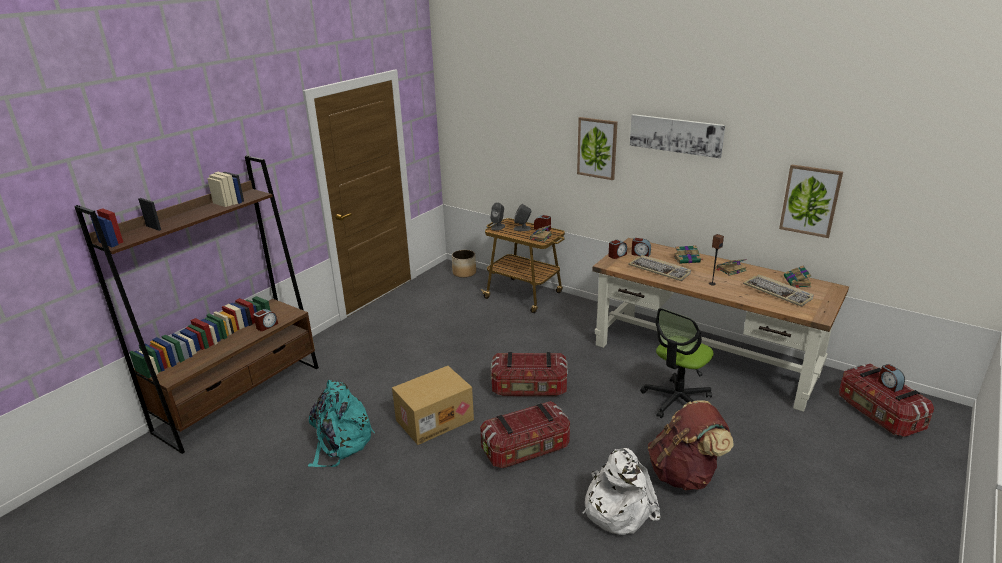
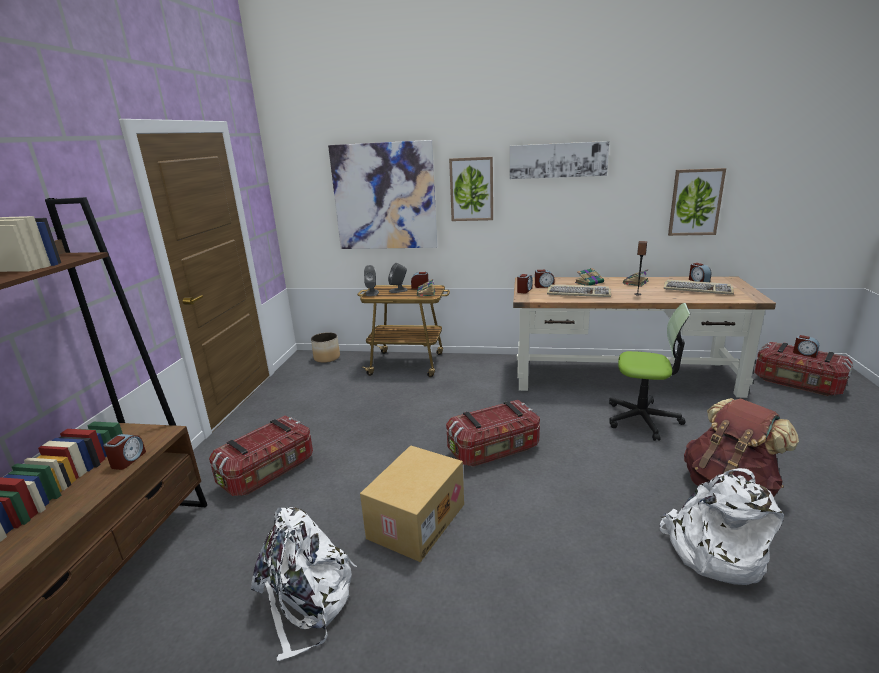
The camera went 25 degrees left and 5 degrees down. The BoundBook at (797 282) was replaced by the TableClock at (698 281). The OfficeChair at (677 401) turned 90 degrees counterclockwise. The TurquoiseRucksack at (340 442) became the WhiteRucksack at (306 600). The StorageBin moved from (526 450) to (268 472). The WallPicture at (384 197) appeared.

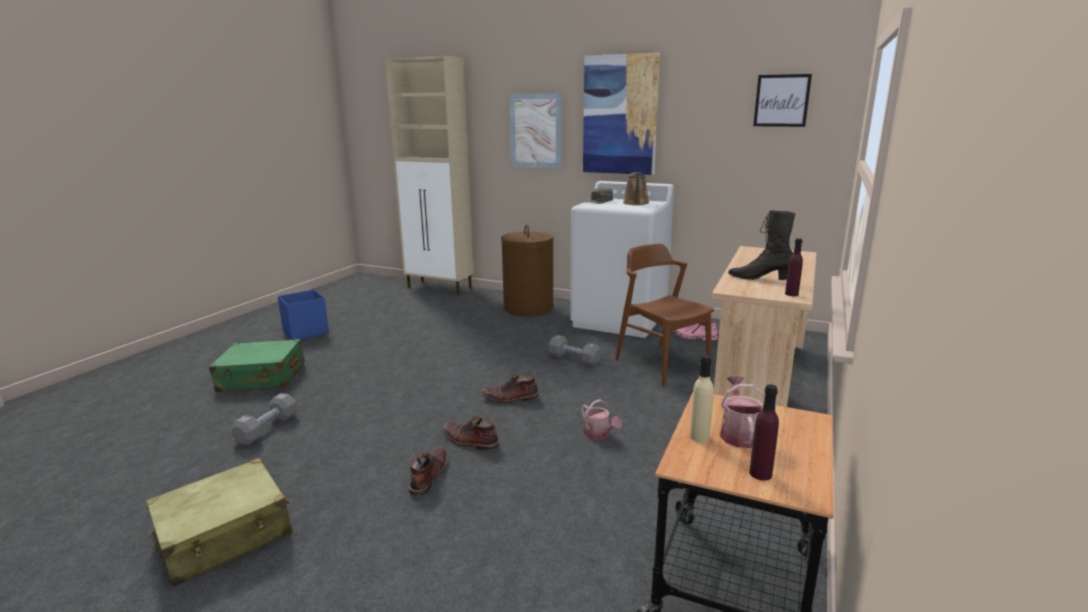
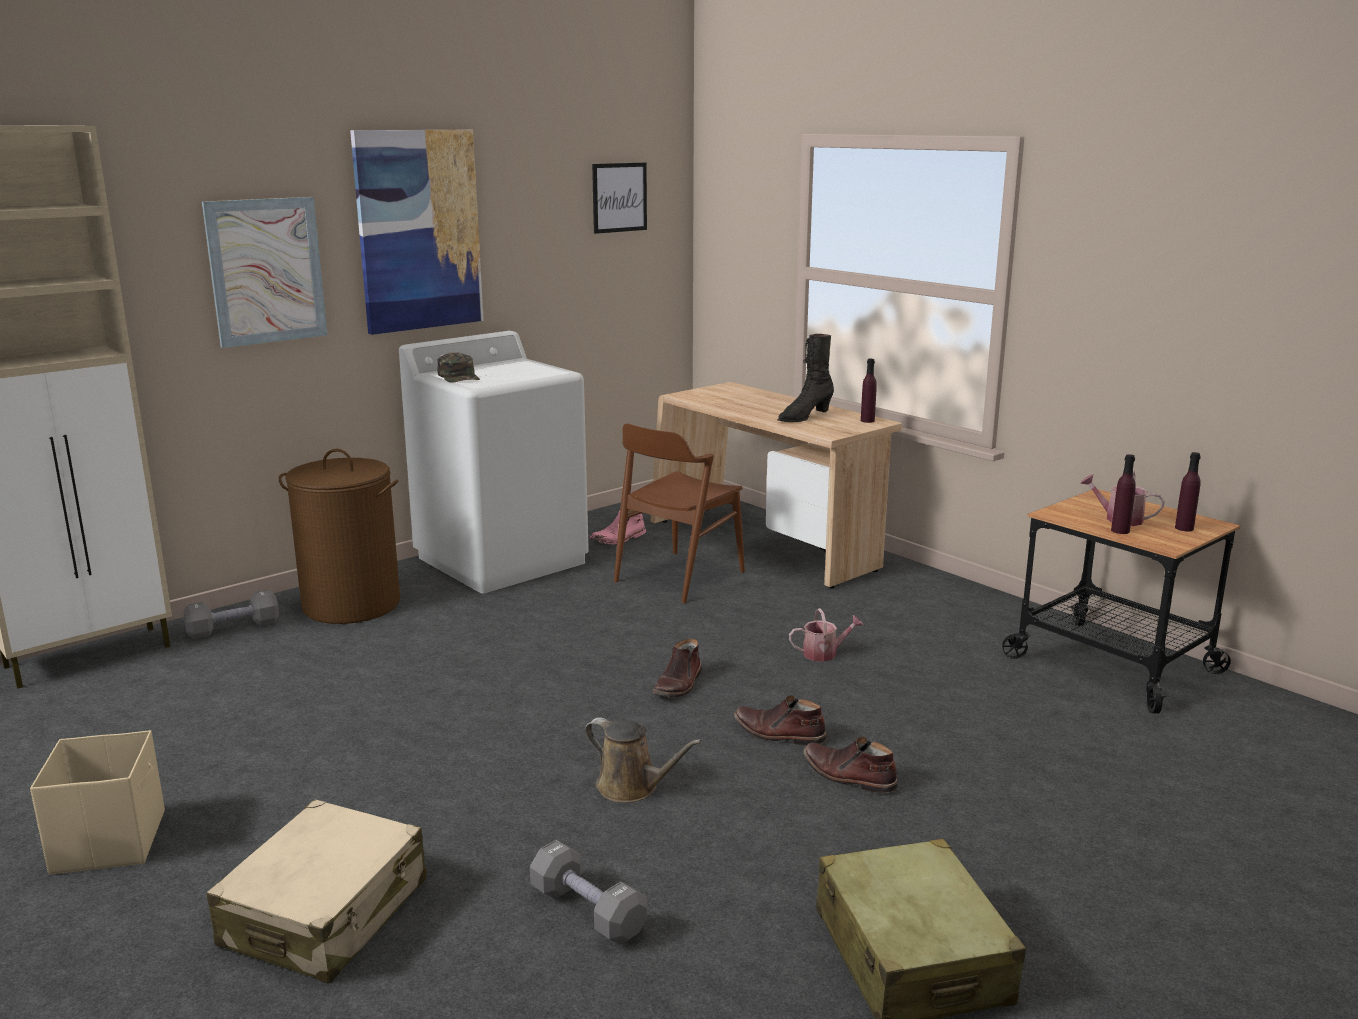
The camera went 65 degrees left and 0 degrees up. The BrownishWateringPot moved from (636 203) to (632 787). The BrownishChair at (661 364) turned 45 degrees counterclockwise. The BluishStorageBin at (306 332) became the SandColouredStorageBin at (110 841). The GreyDumbbell moved from (574 359) to (233 628). The GreenishPieceOfLuggage at (262 378) became the SandColouredPieceOfLuggage at (326 914). The SandColouredBottle at (699 436) became the PurplishBottle at (1120 531). The BrownishHighTopBoot at (470 441) turned 60 degrees clockwise.

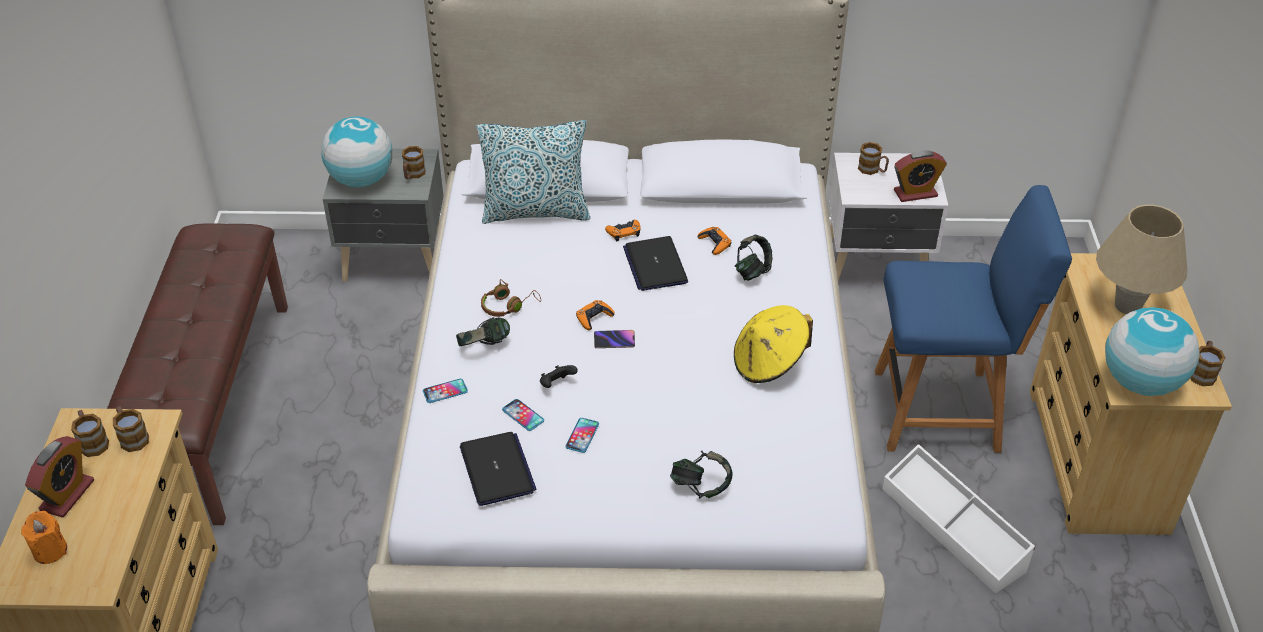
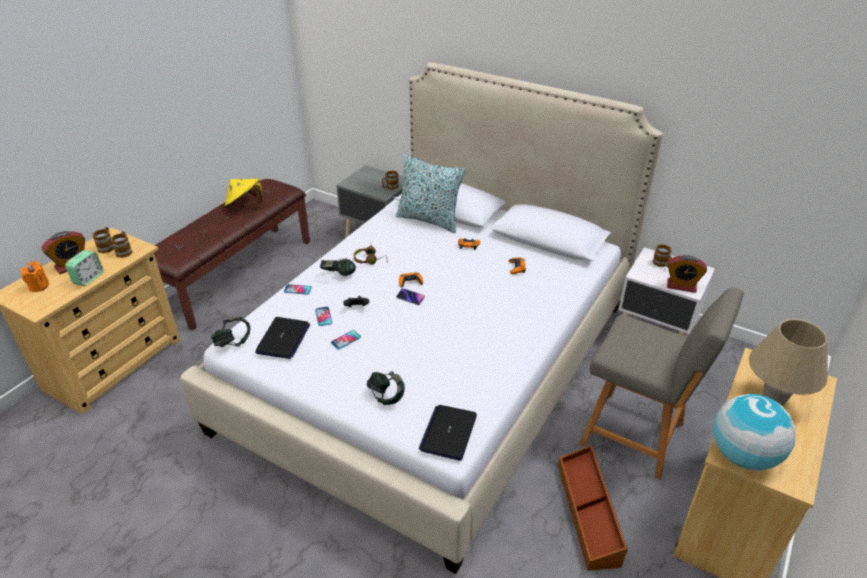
The camera went 30 degrees right and 5 degrees down. The Globe at (361 180) disappeared. The BluishChair at (942 410) became the GreyChair at (636 435). The PairOfHeadphones moved from (752 271) to (233 342). The PortableComputer moved from (655 265) to (448 432). The YellowColouredClothingHat moved from (769 363) to (244 205). The CoffeeMug at (1202 372) disappeared. The WhiteStorageBin at (954 528) became the BrownishStorageBin at (589 513). The TableClock at (88 278) appeared.

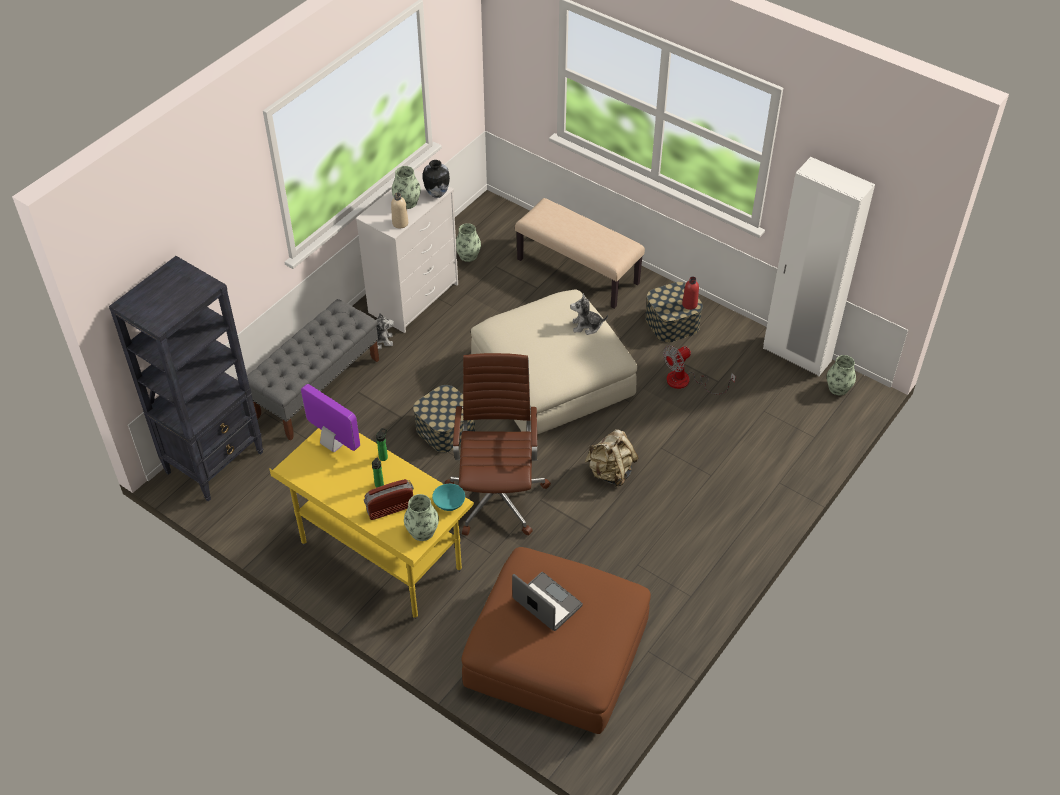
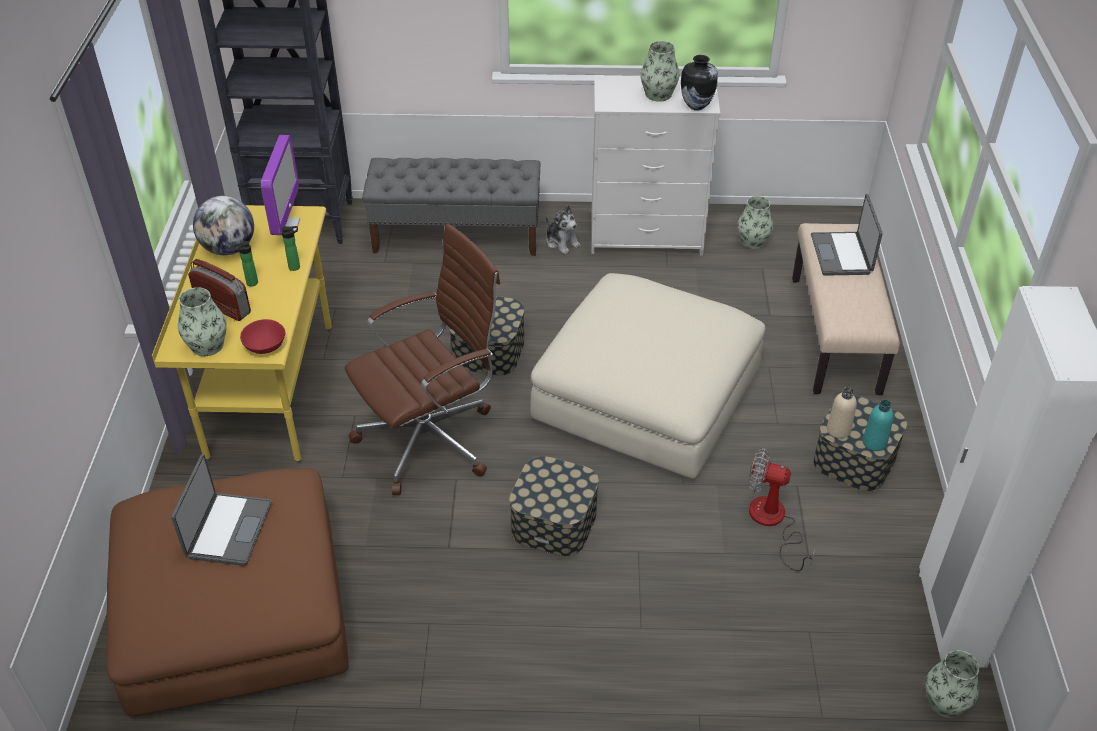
The camera went 55 degrees right and 5 degrees down. The SandColouredBottle moved from (400 223) to (838 430). The RedColouredBottle at (689 304) became the TurquoiseBottle at (874 442). The SoftToy at (586 326) disappeared. The SandColouredRucksack at (610 472) was replaced by the StorageBin at (554 522). The TurquoiseBowl at (449 503) became the RedColouredBowl at (264 346). The PortableComputer at (842 255) appeared. The Globe at (229 249) appeared.

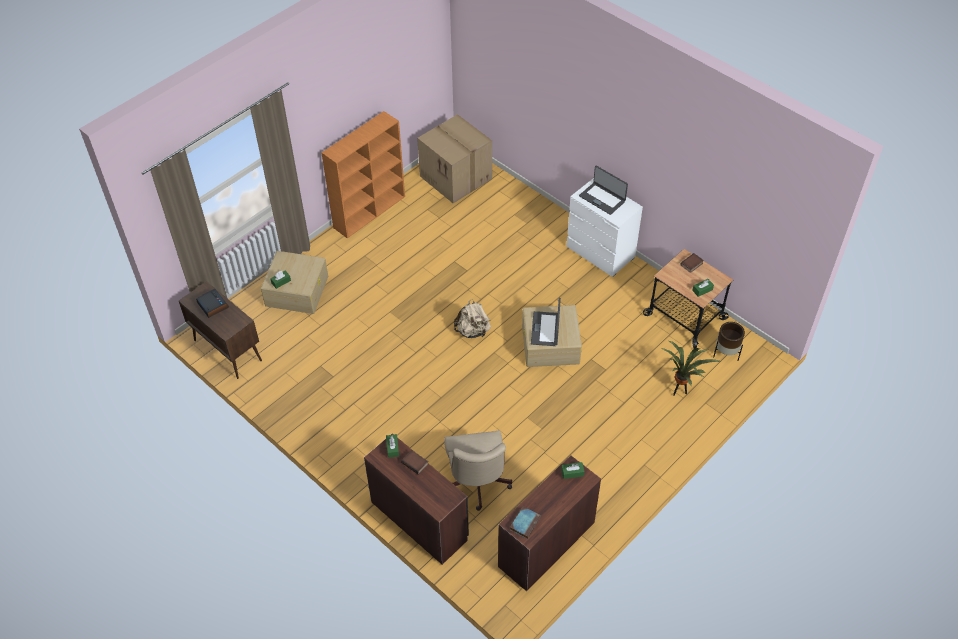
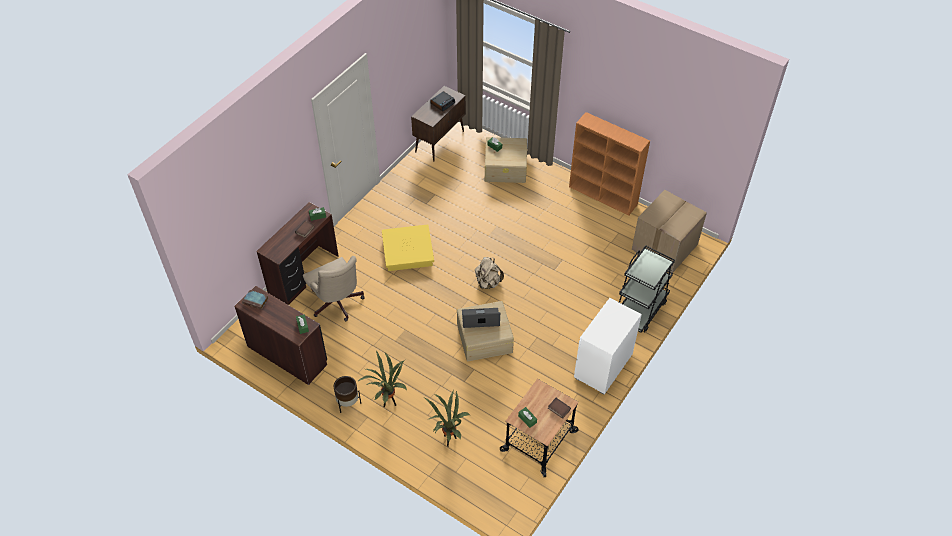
The camera went 80 degrees right and 0 degrees up. The PortableComputer at (602 198) disappeared. The BrownishPlantPot moved from (726 353) to (348 403). The SandColouredOfficeChair at (477 484) turned 105 degrees counterclockwise. The YellowColouredStorageBin at (408 251) appeared. The BlackishWheeledCart at (640 309) appeared. The PottedPlant at (388 403) appeared.

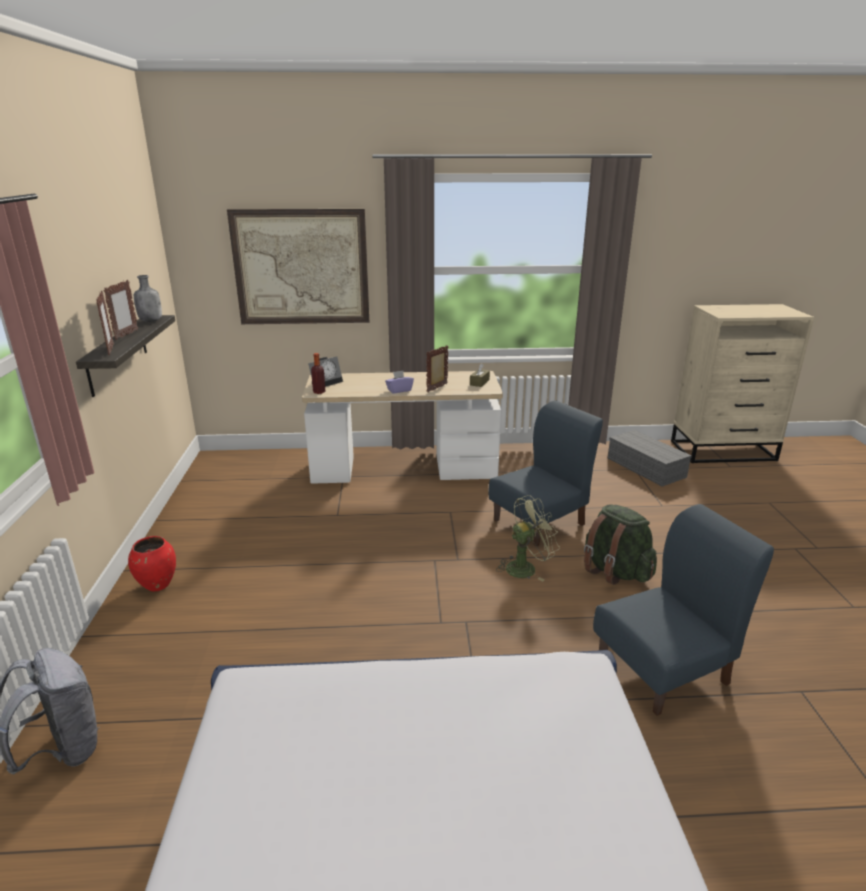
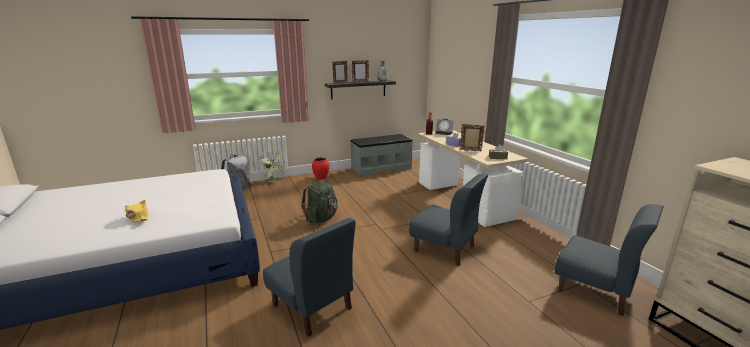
The camera went 70 degrees right and 5 degrees down. The WallPicture at (301 267) disappeared. The GreyStorageBin at (647 468) was replaced by the BluishChair at (595 290). The GreenishCoolingFan moved from (526 567) to (274 182). The GreenishRucksack moved from (615 571) to (321 219). The GreyBench at (381 168) appeared. The YellowColouredClothingHat at (138 216) appeared.

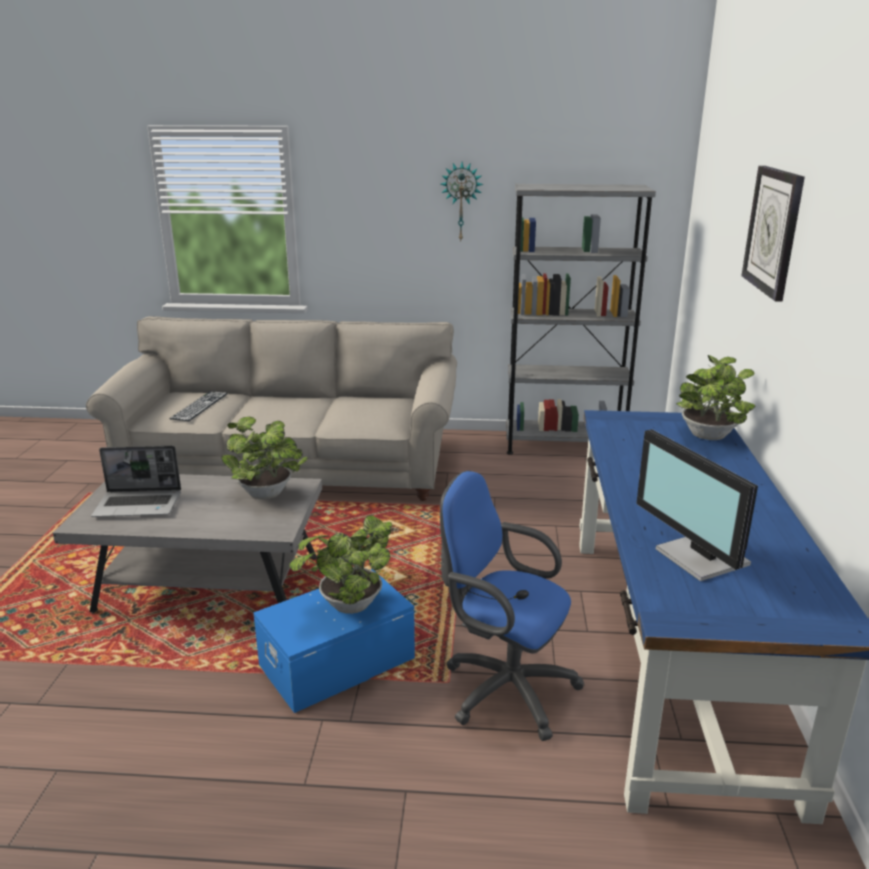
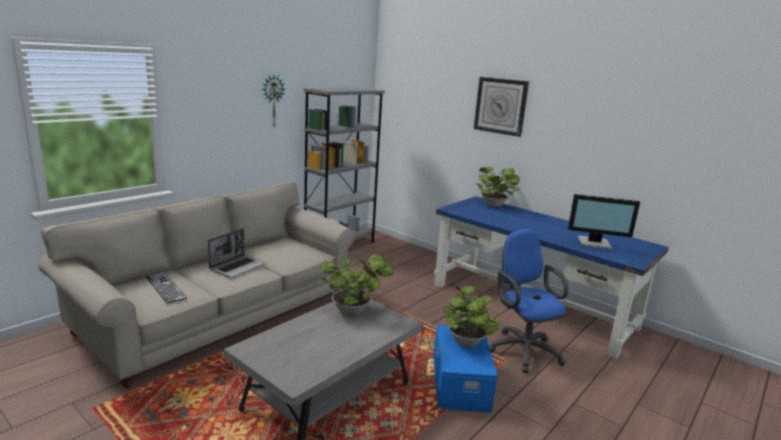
The camera went 55 degrees left and 5 degrees down. The PortableComputer moved from (139 505) to (237 267). The BluishOfficeChair at (503 688) turned 90 degrees clockwise.

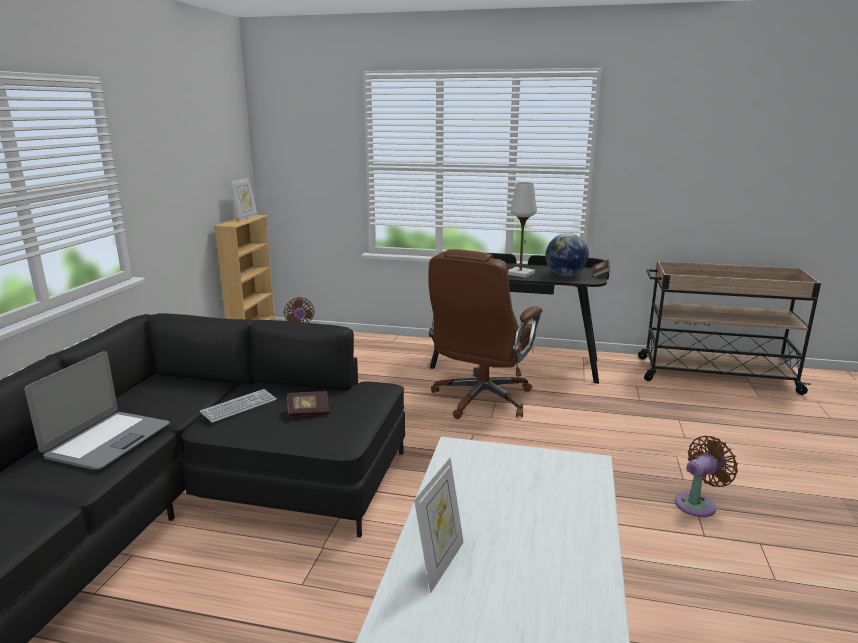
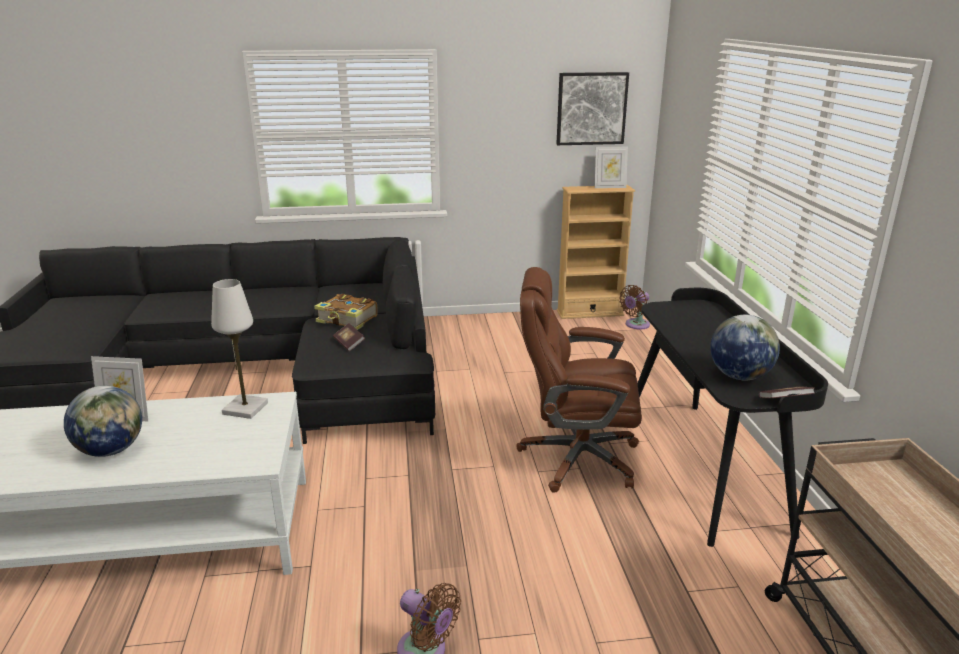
The camera went 70 degrees right and 5 degrees up. The WhiteTableLamp moved from (520 273) to (245 408). The PortableComputer at (108 441) disappeared. The ComputerKeyboard at (239 407) was replaced by the BoundBook at (347 320). The WallPicture at (591 108) appeared. The Globe at (111 450) appeared.

